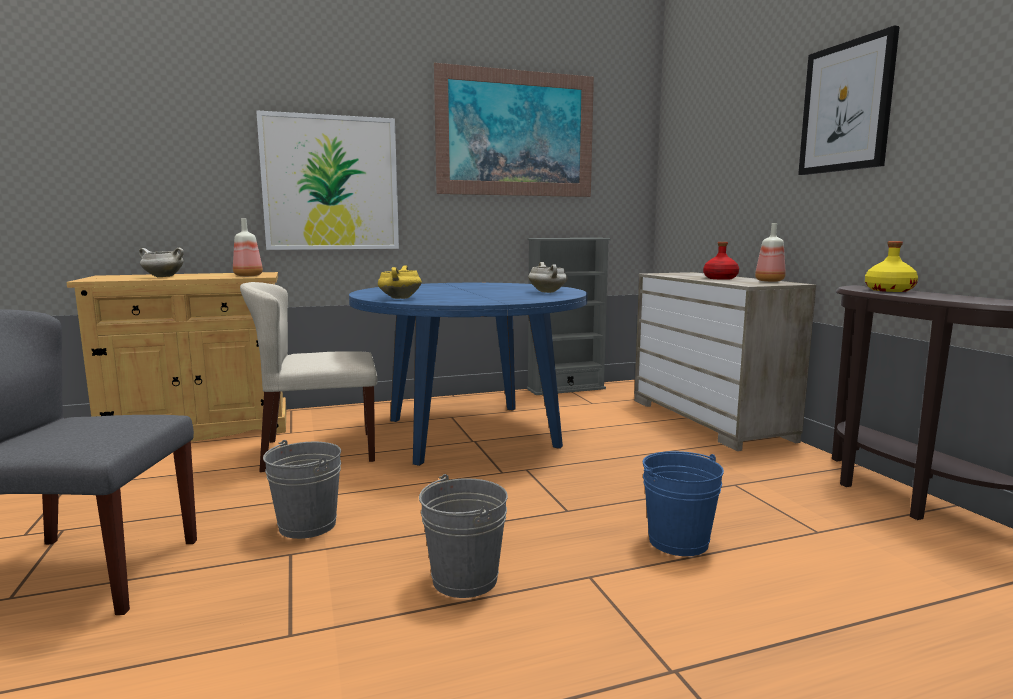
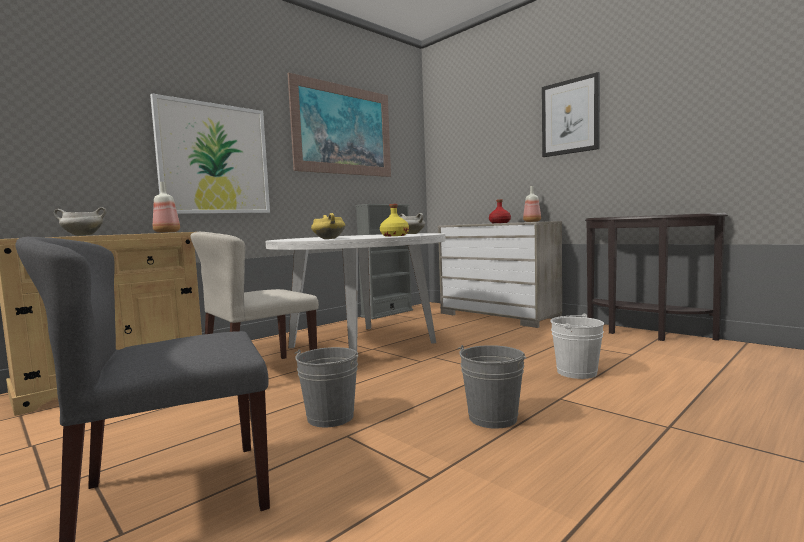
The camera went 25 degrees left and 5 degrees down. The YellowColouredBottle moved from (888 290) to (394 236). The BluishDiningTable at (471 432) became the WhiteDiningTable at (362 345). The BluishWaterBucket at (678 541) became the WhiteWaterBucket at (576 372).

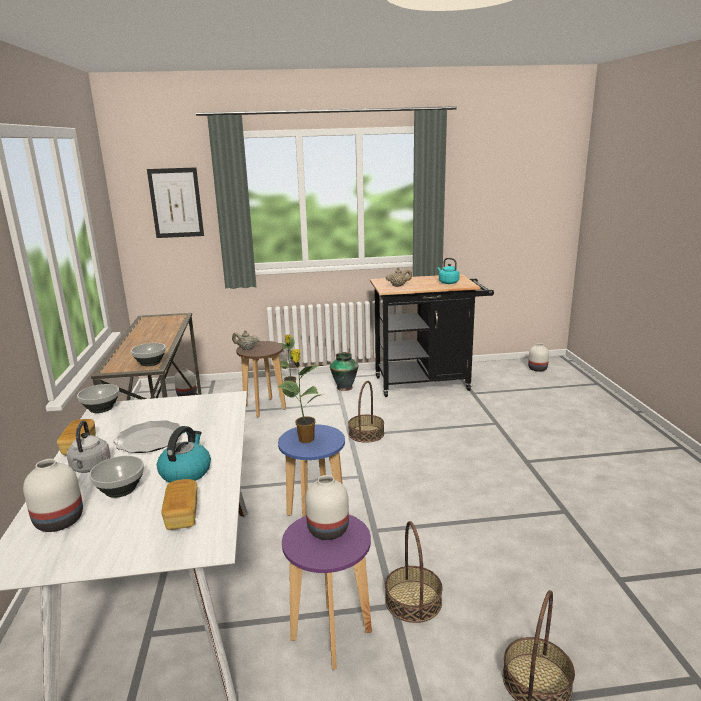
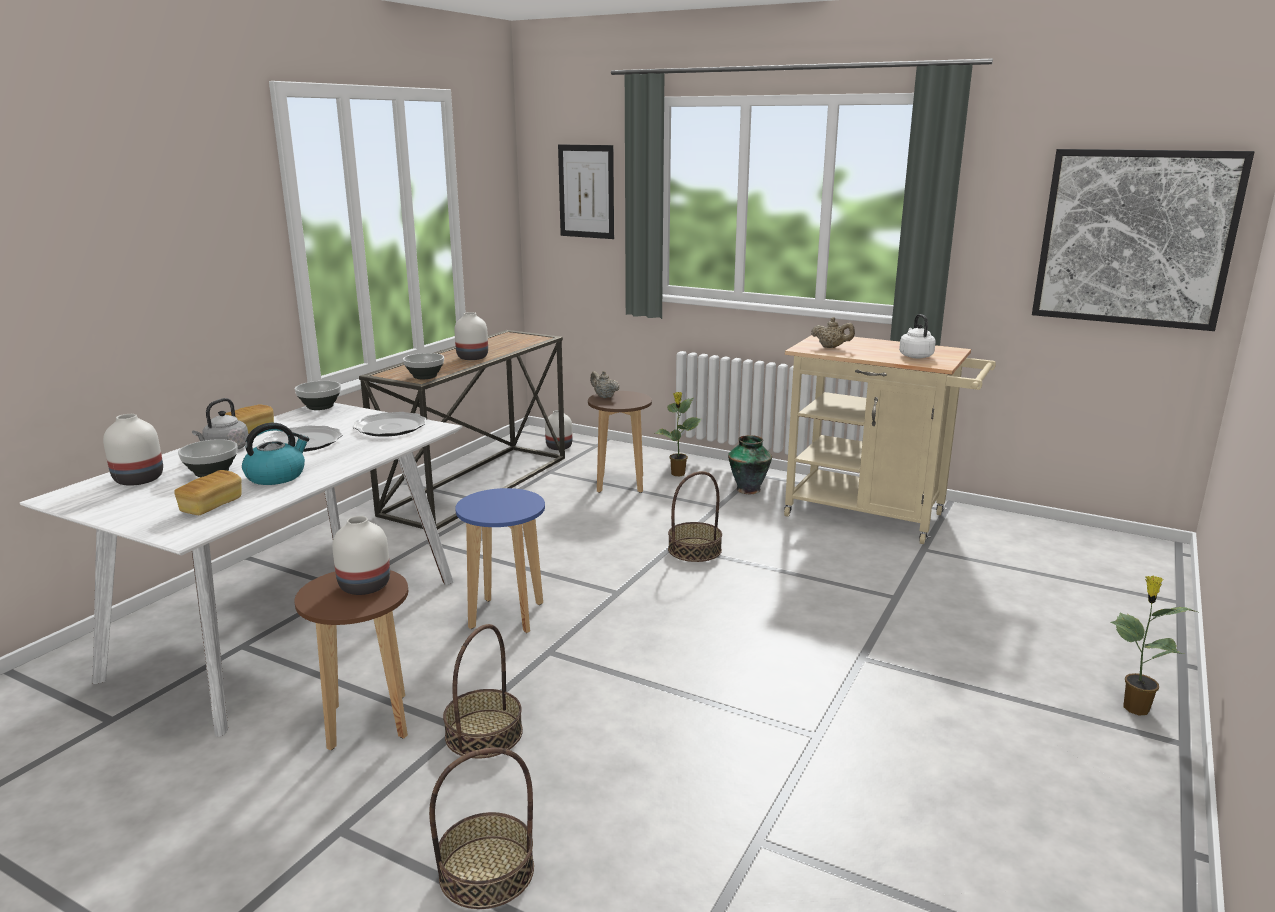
The camera went 35 degrees right and 0 degrees up. The TurquoiseWaterKettle at (447 282) became the WhiteWaterKettle at (915 356). The BlackishWheeledCart at (428 383) became the SandColouredWheeledCart at (874 516). The WhiteVase moved from (537 369) to (473 357). The PottedPlant moved from (305 439) to (1134 707). The PurplishSittingStool at (331 635) became the BrownishSittingStool at (368 722). The WallPicture at (1135 238) appeared. The Plate at (390 427) appeared.

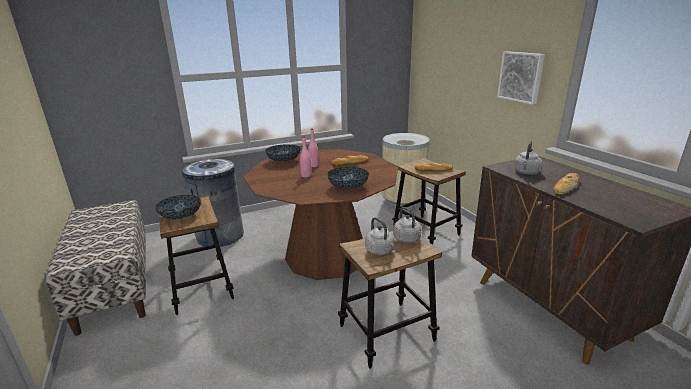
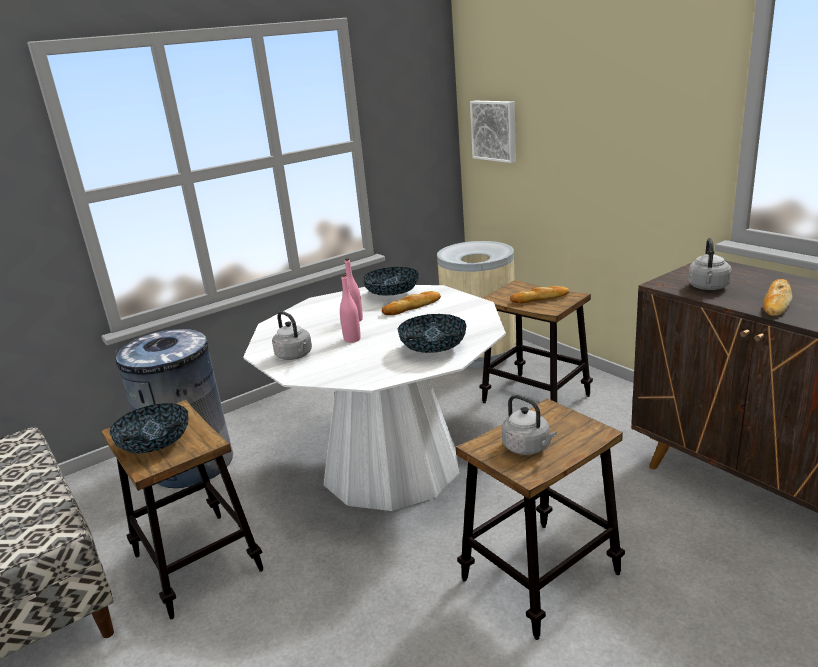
The camera went 10 degrees left and 0 degrees up. The WallPicture moved from (521 77) to (495 130). The Bowl moved from (283 161) to (392 294). The BrownishDiningTable at (326 255) became the WhiteDiningTable at (391 466). The GreyWaterKettle moved from (408 239) to (295 356).

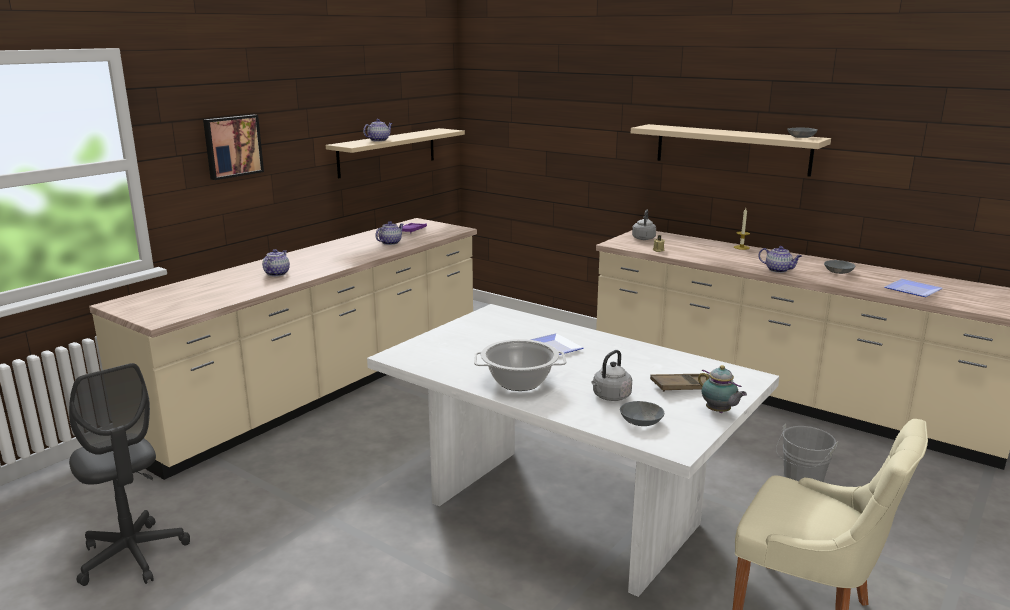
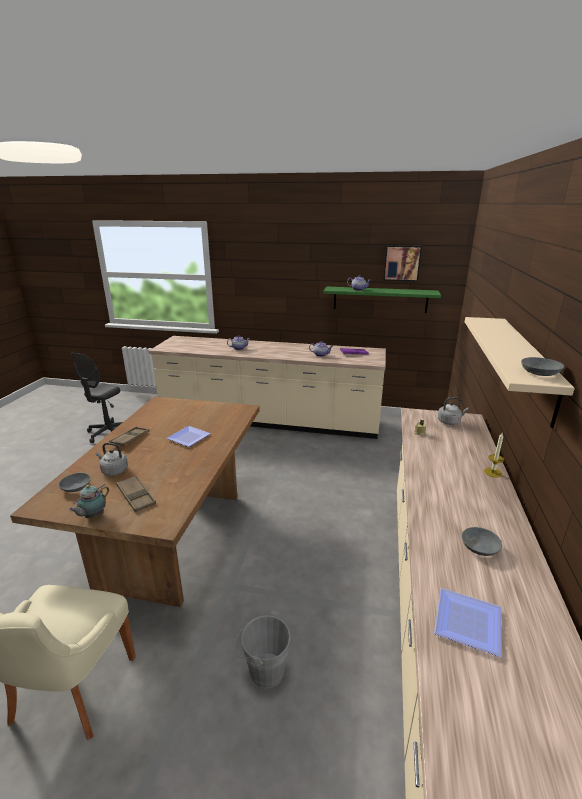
The camera went 65 degrees right and 5 degrees up. The WallPicture moved from (232 146) to (402 263). The SandColouredWallShelf at (387 152) became the GreenishWallShelf at (380 299). The TeaPot at (778 270) disappeared. The WhiteDiningTable at (561 513) became the BrownishDiningTable at (173 536). The CookingPot at (519 382) was replaced by the BrownishTray at (130 439).

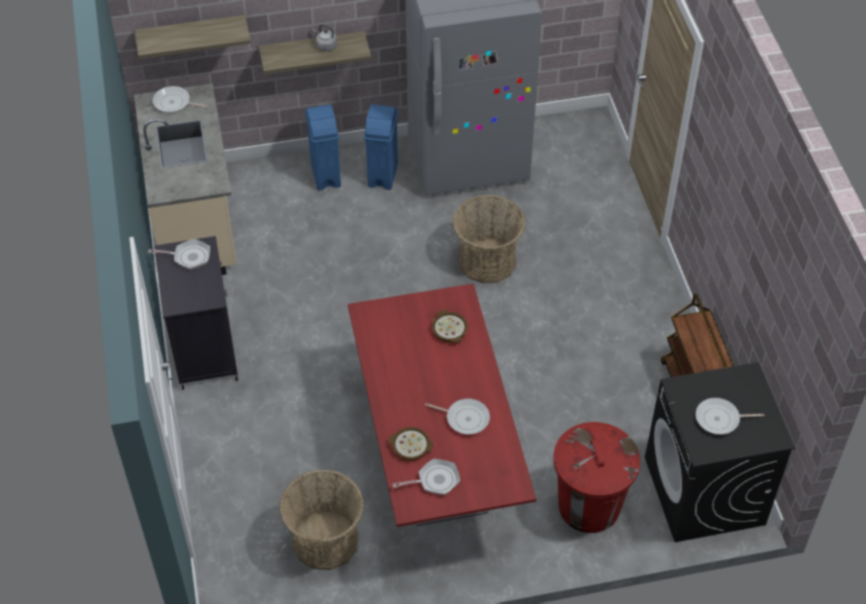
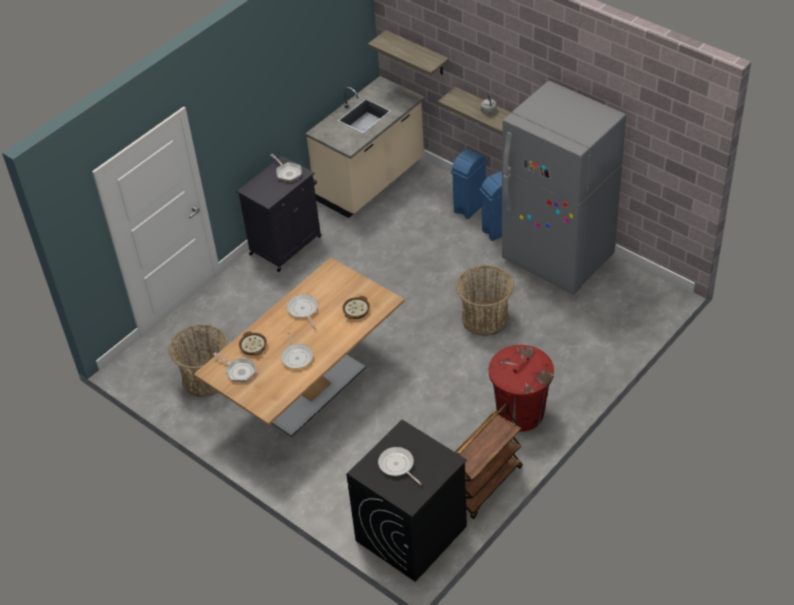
The camera went 55 degrees right and 5 degrees down. The FryingPan moved from (174 103) to (303 310). The RedColouredDiningTable at (437 457) became the SandColouredDiningTable at (309 389). The RedColouredRubbishBin moved from (589 506) to (520 413).

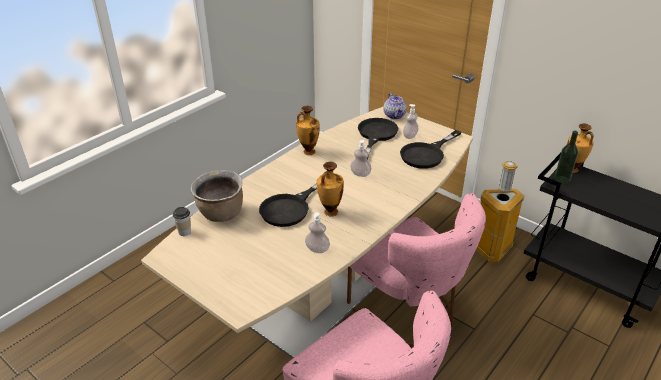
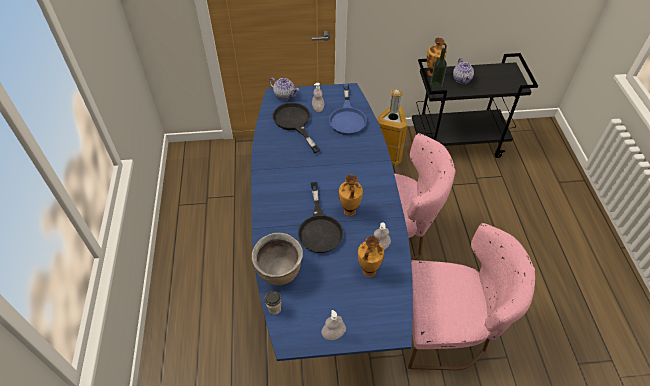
The camera went 45 degrees left and 15 degrees up. The Vase moved from (308 152) to (368 271). The SandColouredDiningTable at (330 286) became the BluishDiningTable at (325 258). The BlackishFryingPan at (427 154) became the BluishFryingPan at (347 117). The SoapBottle moved from (360 174) to (333 334). The TeaPot at (462 79) appeared.

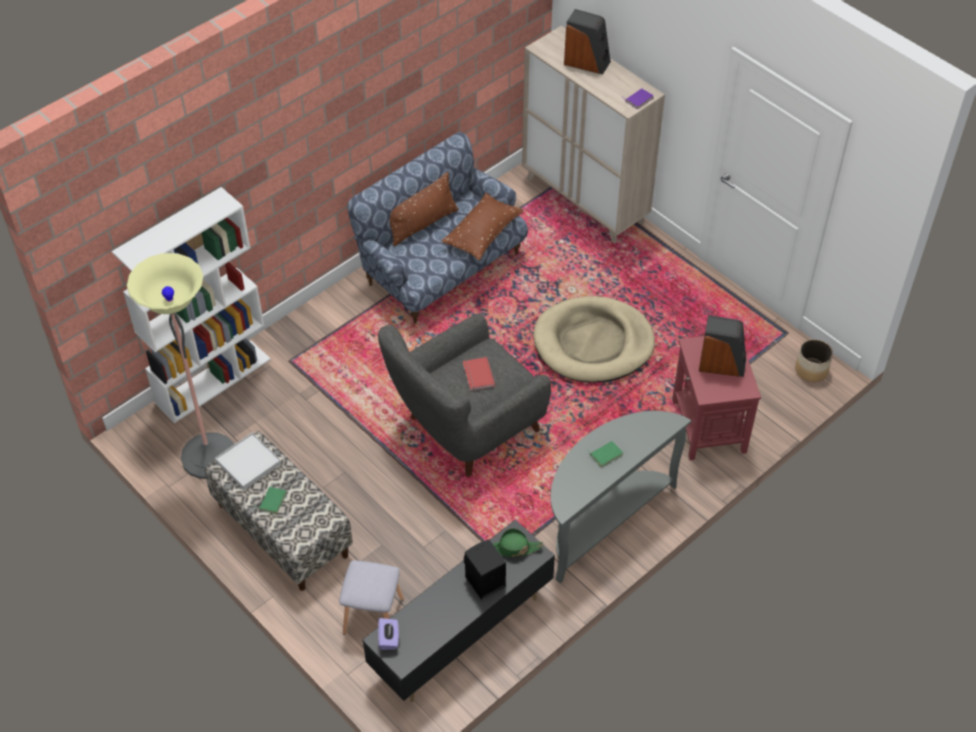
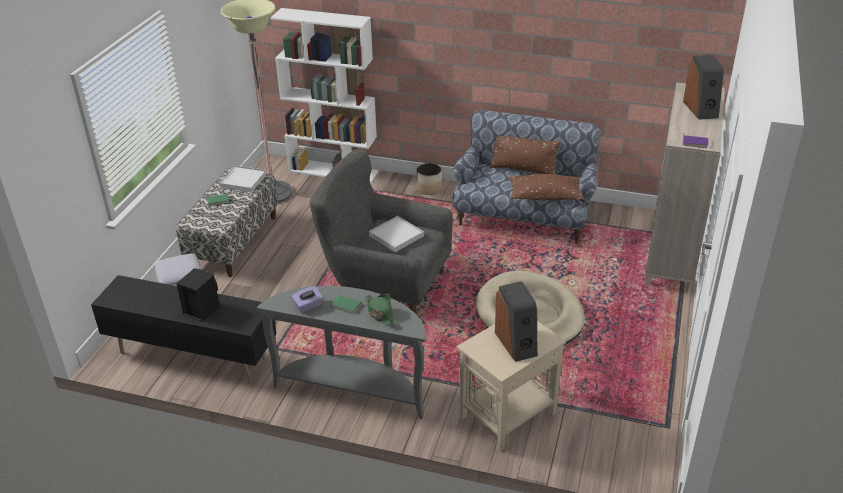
The camera went 60 degrees right and 15 degrees down. The RedColouredSideTable at (708 426) became the SandColouredSideTable at (507 414). The PlantPot moved from (811 370) to (429 189). The RedColouredBoundBook at (477 375) was replaced by the WhiteTray at (396 236). The GreenishClothingHat moved from (513 548) to (380 313). The PurplishTissueHolder moved from (389 639) to (308 306).

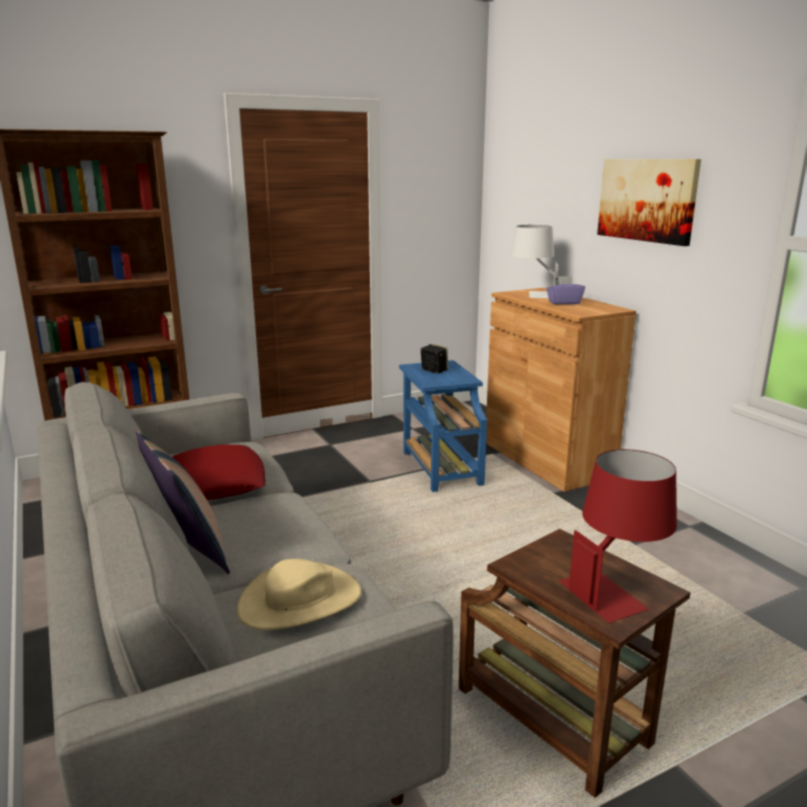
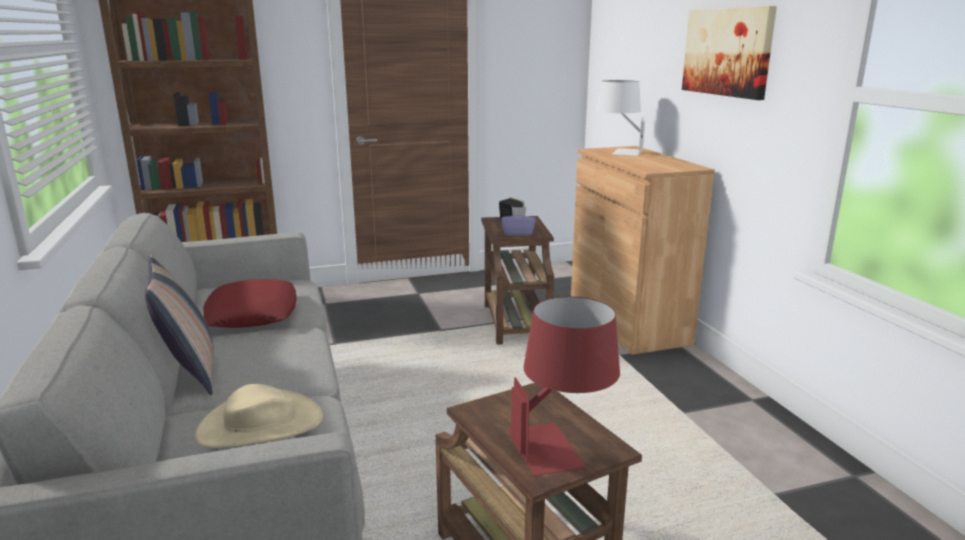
The camera went 10 degrees right and 0 degrees up. The PurplishTissueHolder moved from (564 302) to (518 233). The BluishSideTable at (440 467) became the BrownishSideTable at (515 322).

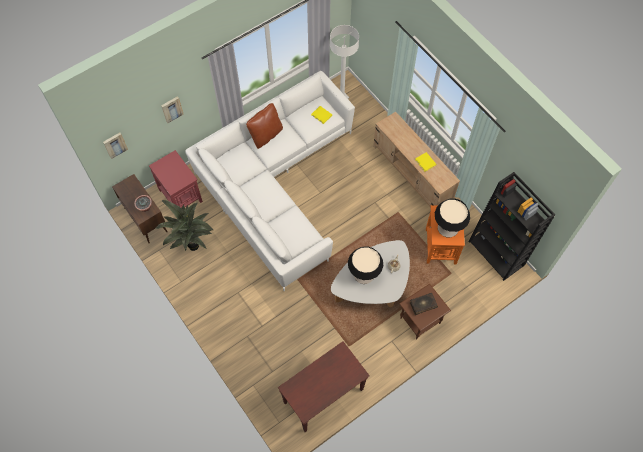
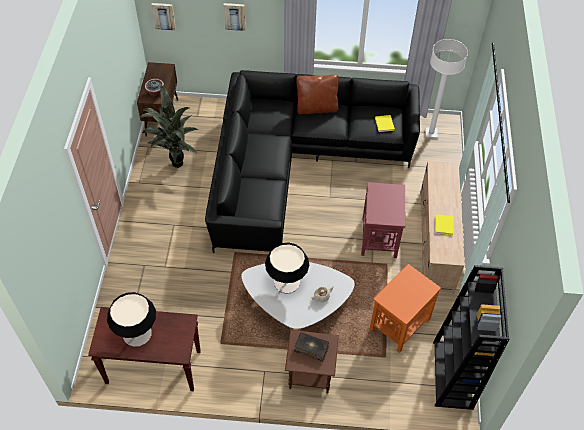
The camera went 40 degrees right and 10 degrees down. The WhiteSettee at (274 185) became the BlackishSettee at (294 163). The RedColouredSideTable moved from (181 195) to (379 237). The TableLamp moved from (448 228) to (137 334).

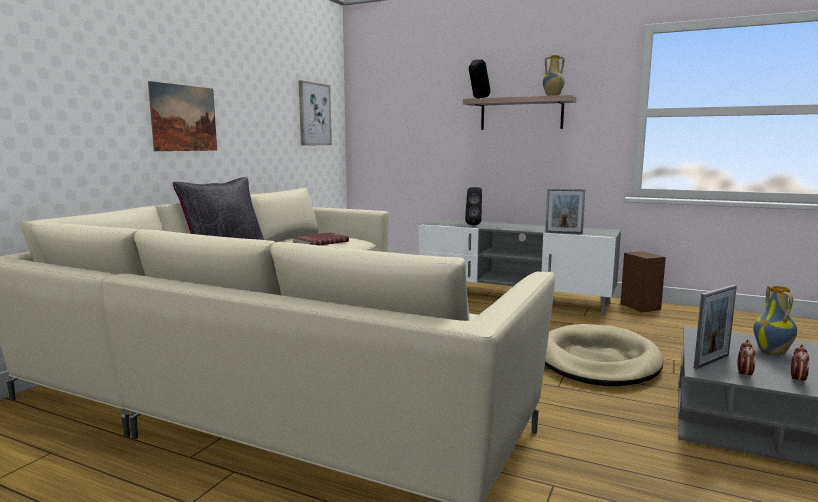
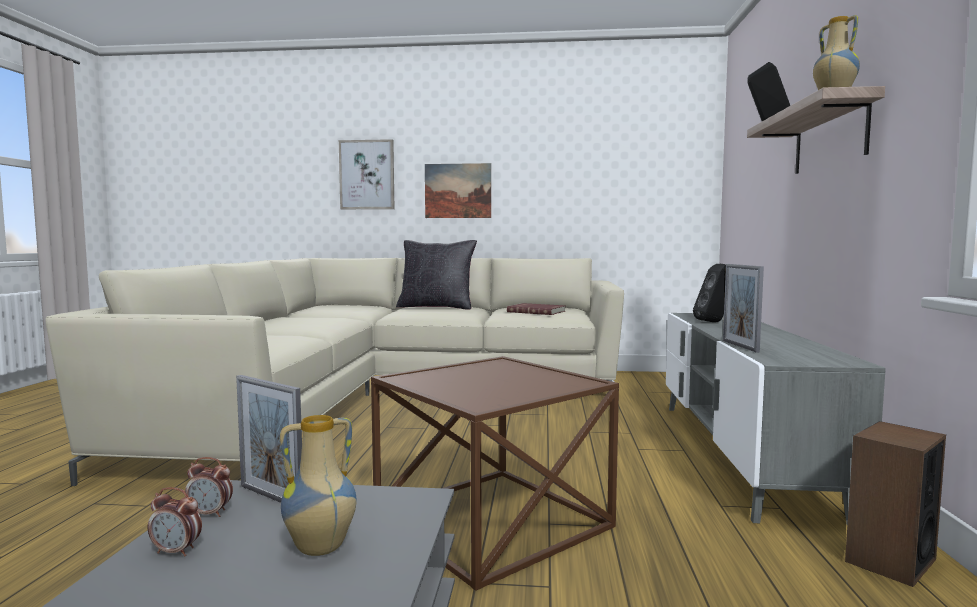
The camera went 70 degrees right and 5 degrees down. The WallPicture moved from (314 114) to (367 175). The SandColouredPetBed at (597 361) was replaced by the BrownishSideTable at (490 520).

